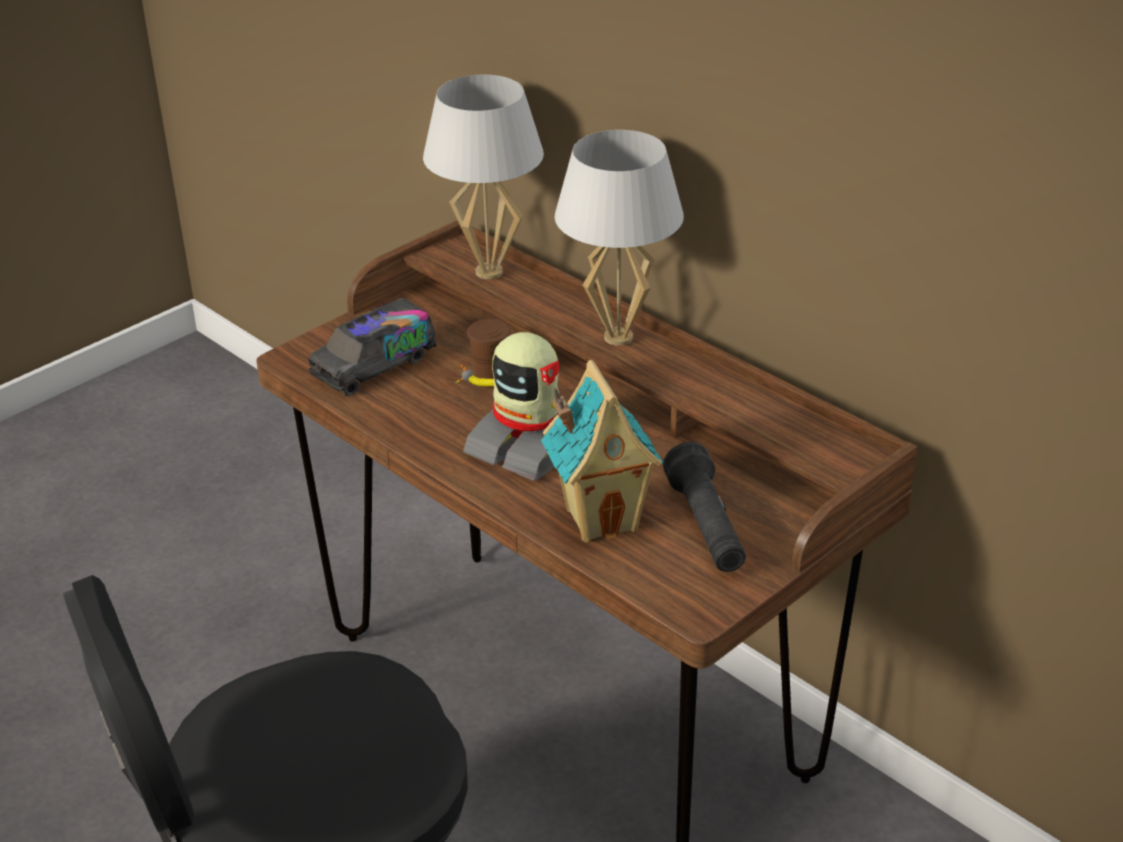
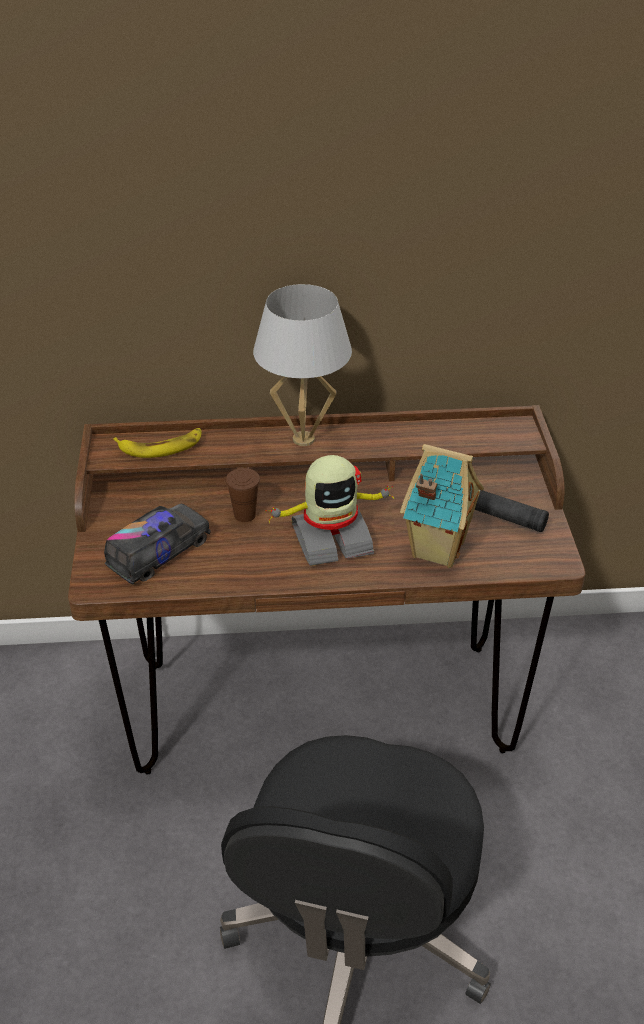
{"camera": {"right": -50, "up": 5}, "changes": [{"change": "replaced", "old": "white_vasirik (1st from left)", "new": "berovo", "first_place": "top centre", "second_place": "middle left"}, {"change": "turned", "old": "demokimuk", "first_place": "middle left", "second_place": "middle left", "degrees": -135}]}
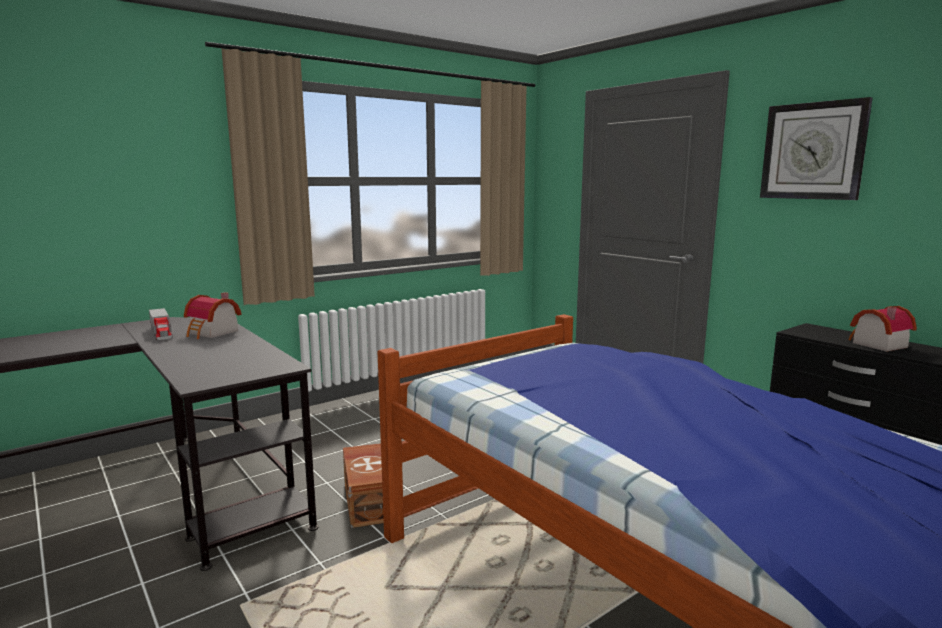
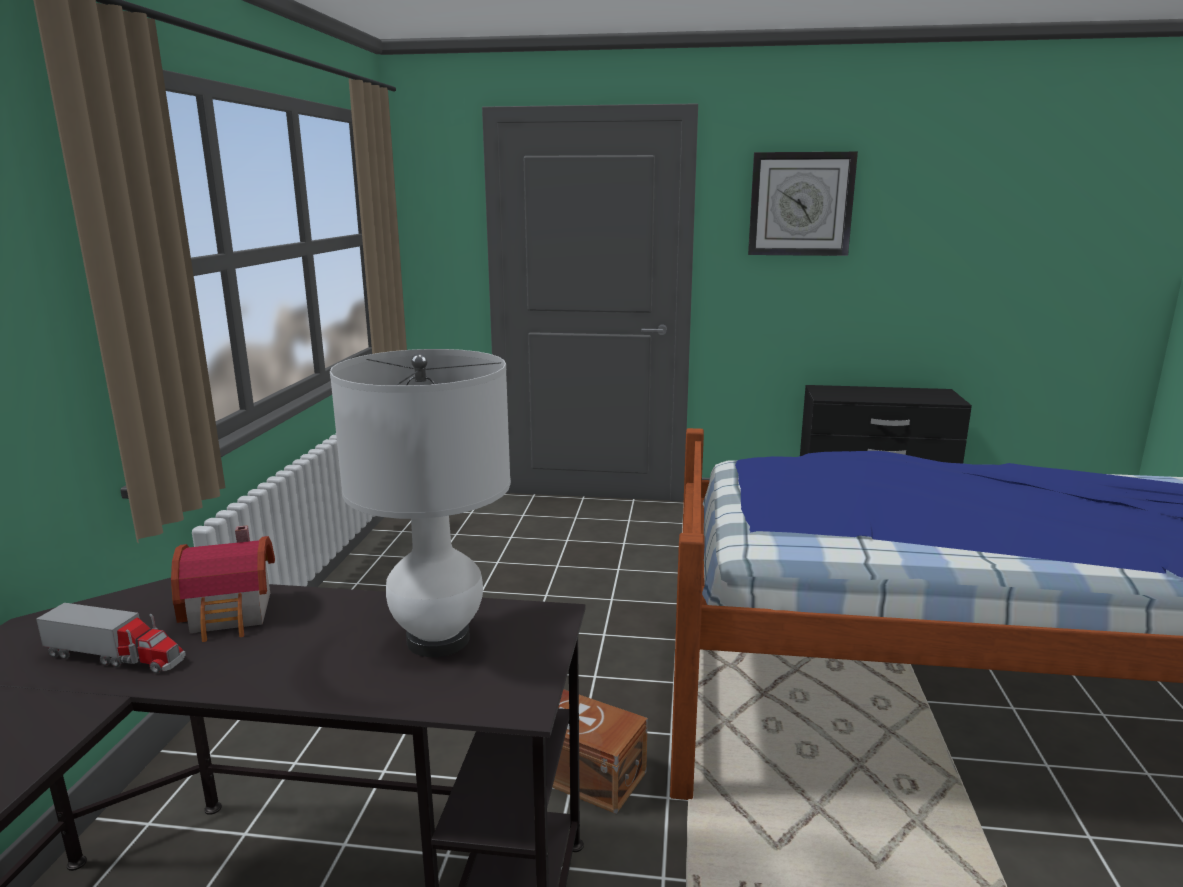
{"camera": {"right": -45, "up": 5}, "changes": [{"change": "removed", "old": "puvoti (2nd from left)", "first_place": "middle right"}, {"change": "added", "new": "white_vasirik", "second_place": "centre"}]}
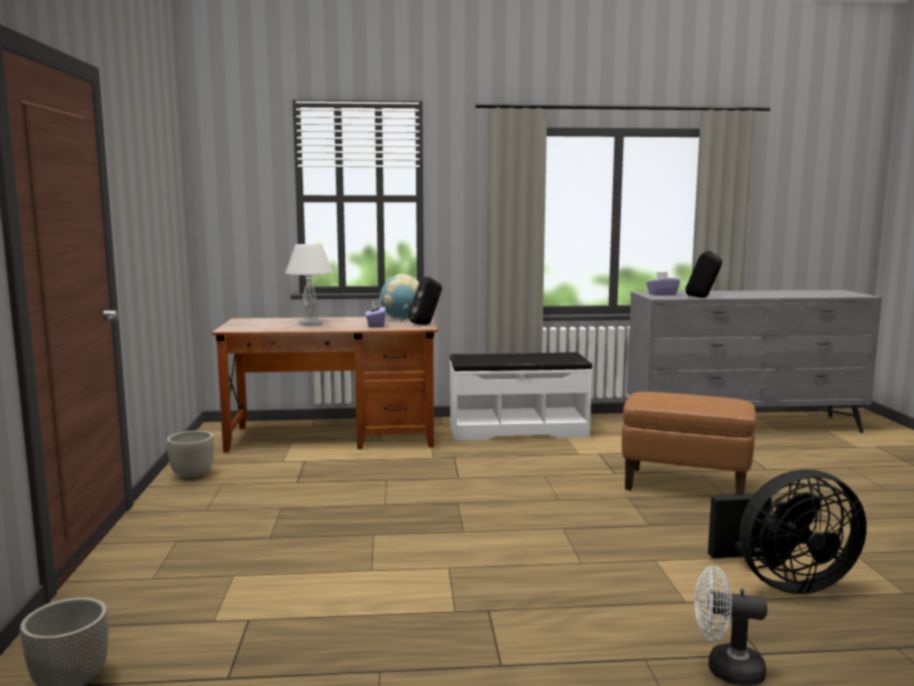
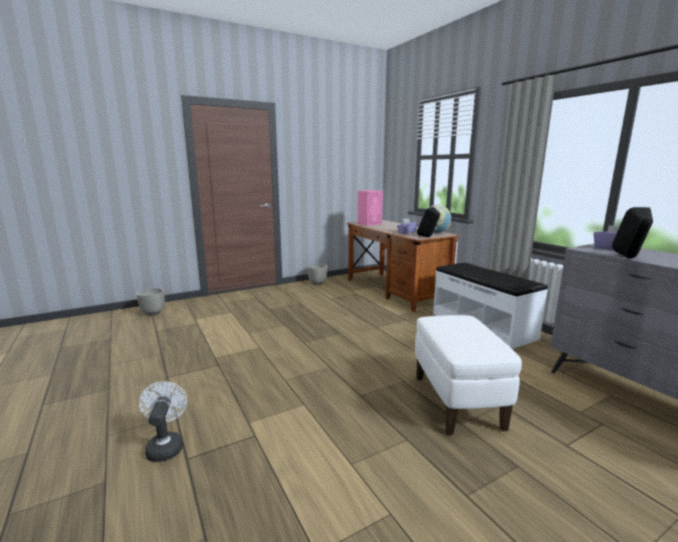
{"camera": {"right": 65, "up": 5}, "changes": [{"change": "removed", "old": "white_vasirik", "first_place": "centre"}, {"change": "removed", "old": "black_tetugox", "first_place": "bottom right"}, {"change": "added", "new": "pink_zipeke", "second_place": "centre"}, {"change": "recoloured", "old": "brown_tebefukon", "new": "white_tebefukon", "first_place": "middle right", "second_place": "bottom right"}]}
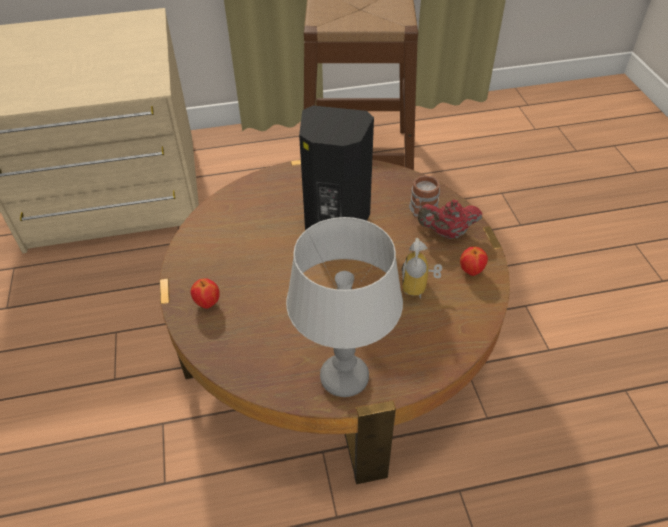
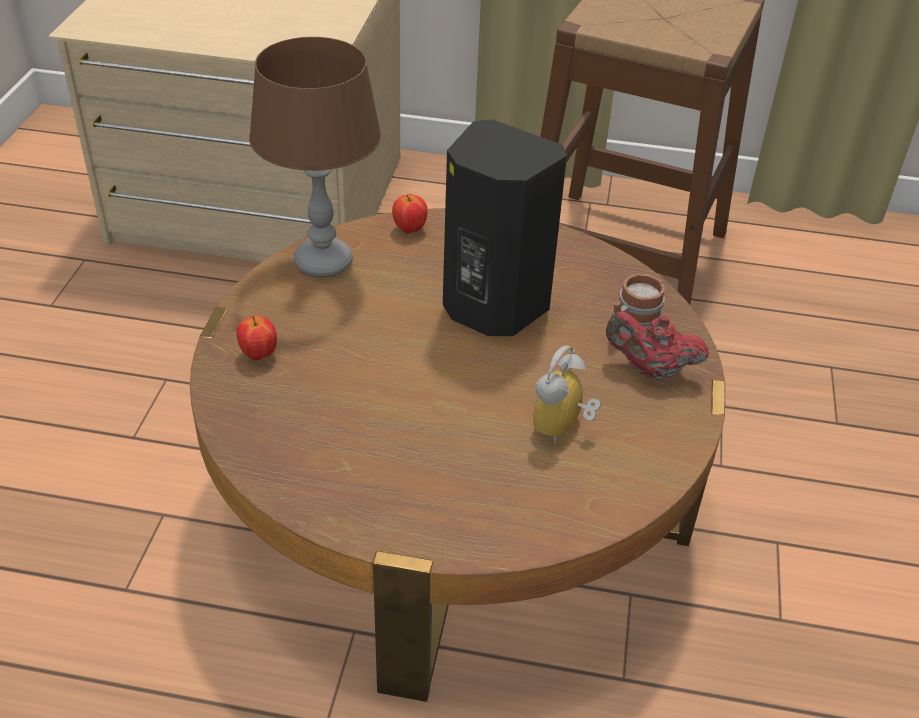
{"camera": {"right": 20, "up": -5}, "changes": [{"change": "removed", "old": "grey_vasirik", "first_place": "centre"}, {"change": "added", "new": "brown_vasirik", "second_place": "top centre"}, {"change": "moved", "old": "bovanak (2nd from left)", "first_place": "middle right", "second_place": "top centre"}]}
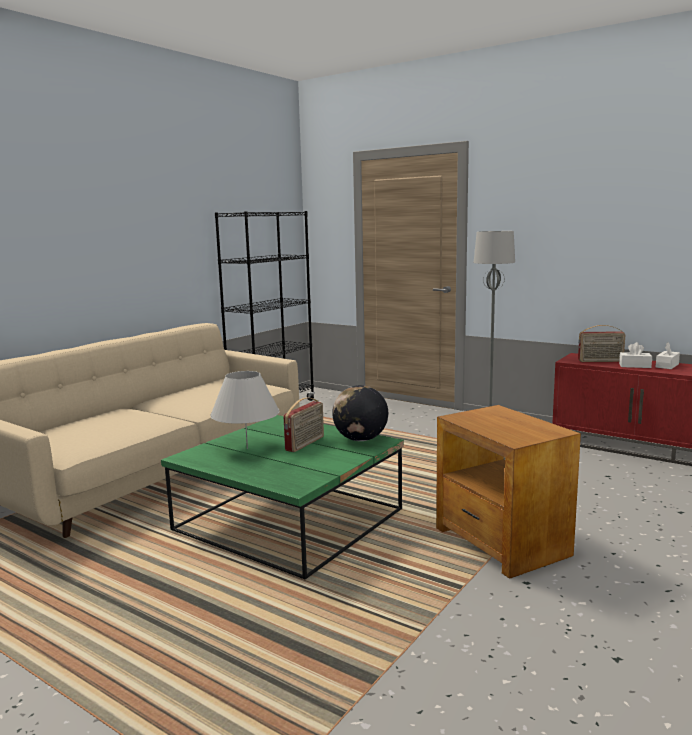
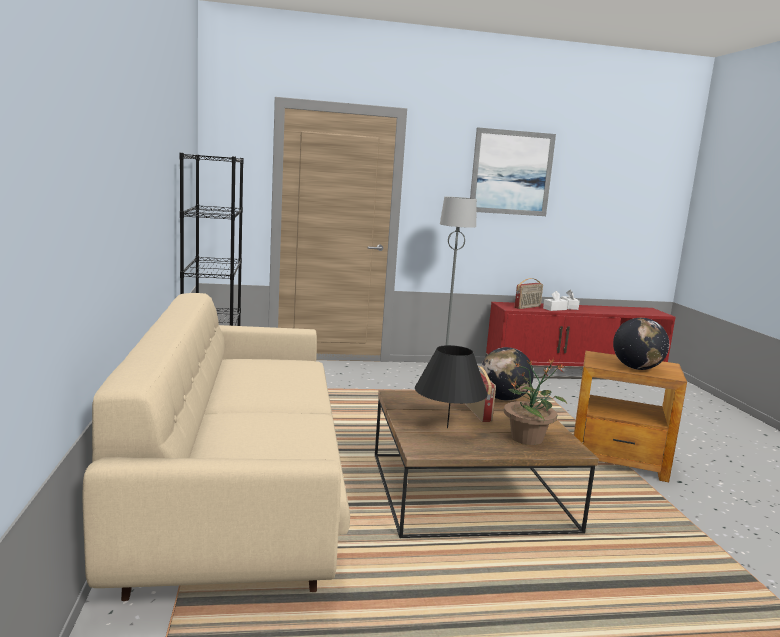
{"camera": {"right": -45, "up": 0}, "changes": [{"change": "added", "new": "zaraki", "second_place": "top centre"}, {"change": "added", "new": "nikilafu", "second_place": "middle right"}, {"change": "added", "new": "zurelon (2nd from left)", "second_place": "middle right"}, {"change": "recoloured", "old": "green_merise", "new": "brown_merise", "first_place": "bottom centre", "second_place": "bottom centre"}, {"change": "recoloured", "old": "white_vasirik", "new": "black_vasirik", "first_place": "centre", "second_place": "centre"}]}
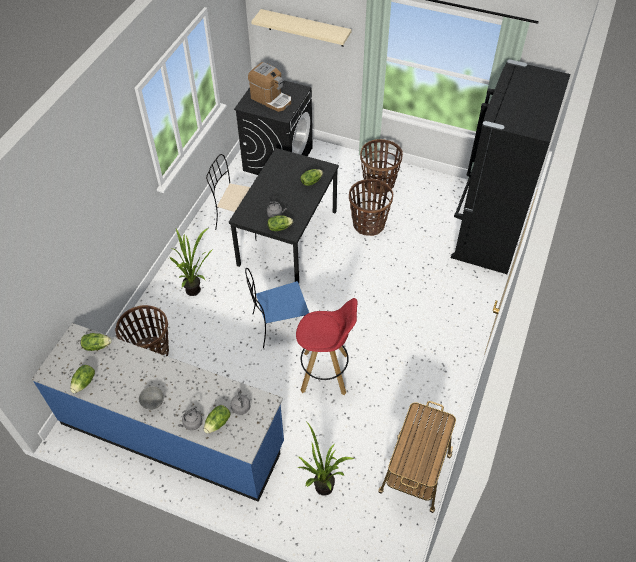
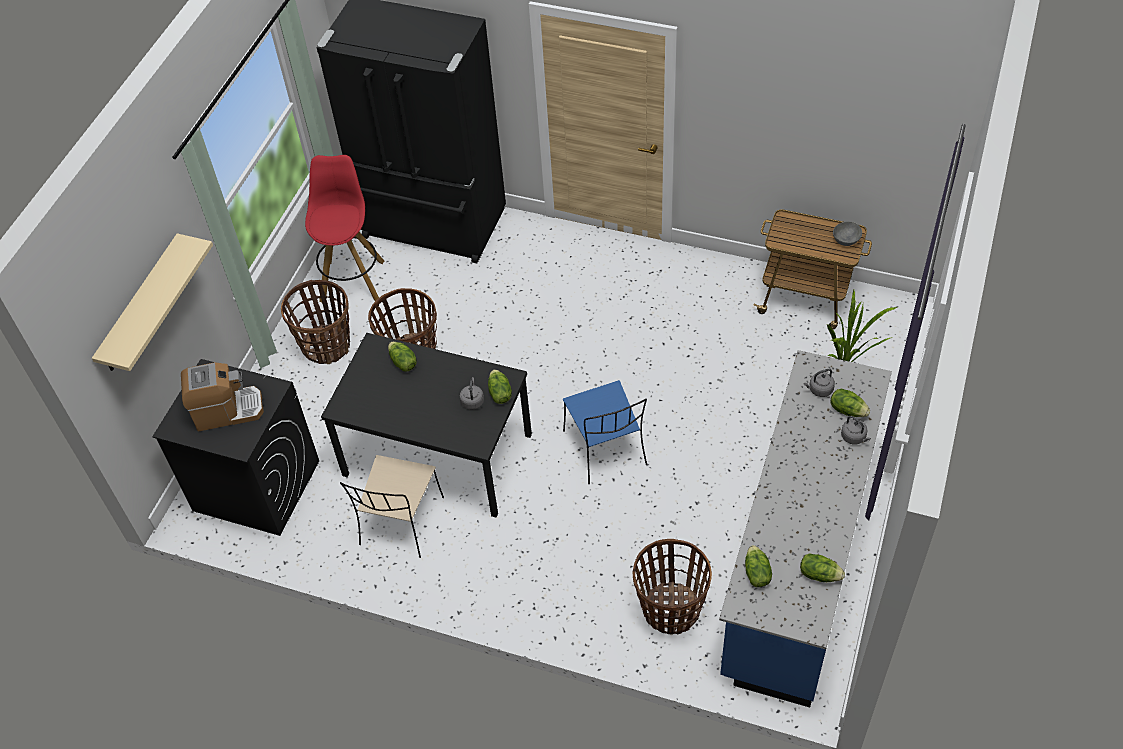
{"camera": {"right": -90, "up": 0}, "changes": [{"change": "removed", "old": "nikilafu (1st from left)", "first_place": "middle left"}, {"change": "moved", "old": "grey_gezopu", "first_place": "bottom left", "second_place": "top right"}, {"change": "moved", "old": "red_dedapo", "first_place": "centre", "second_place": "top left"}, {"change": "turned", "old": "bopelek", "first_place": "top centre", "second_place": "middle left", "degrees": 45}]}
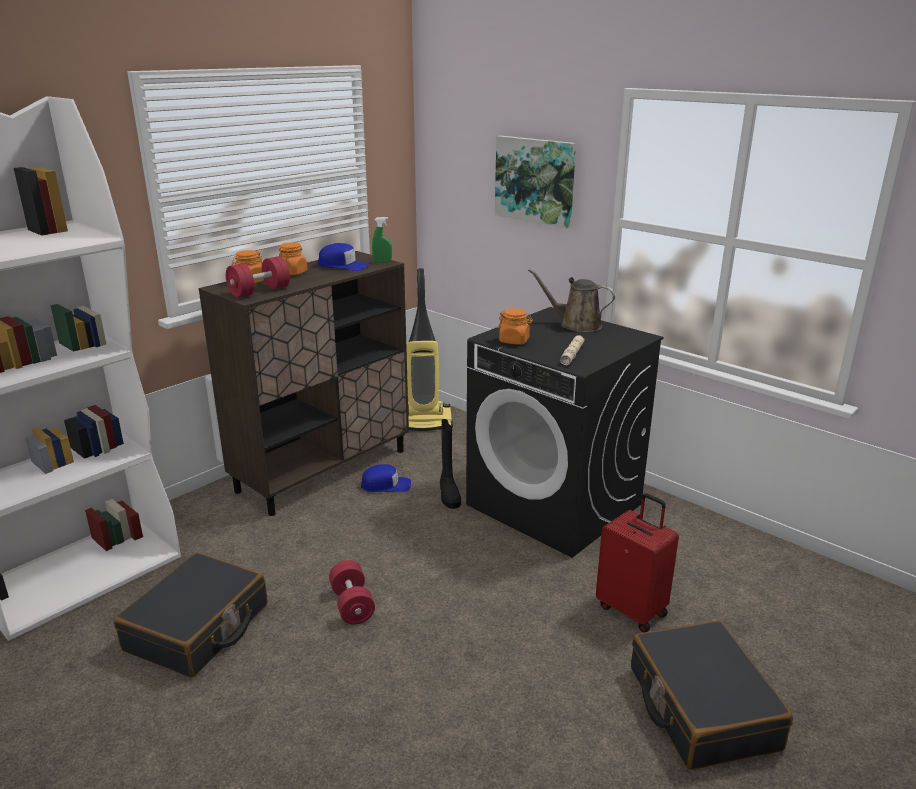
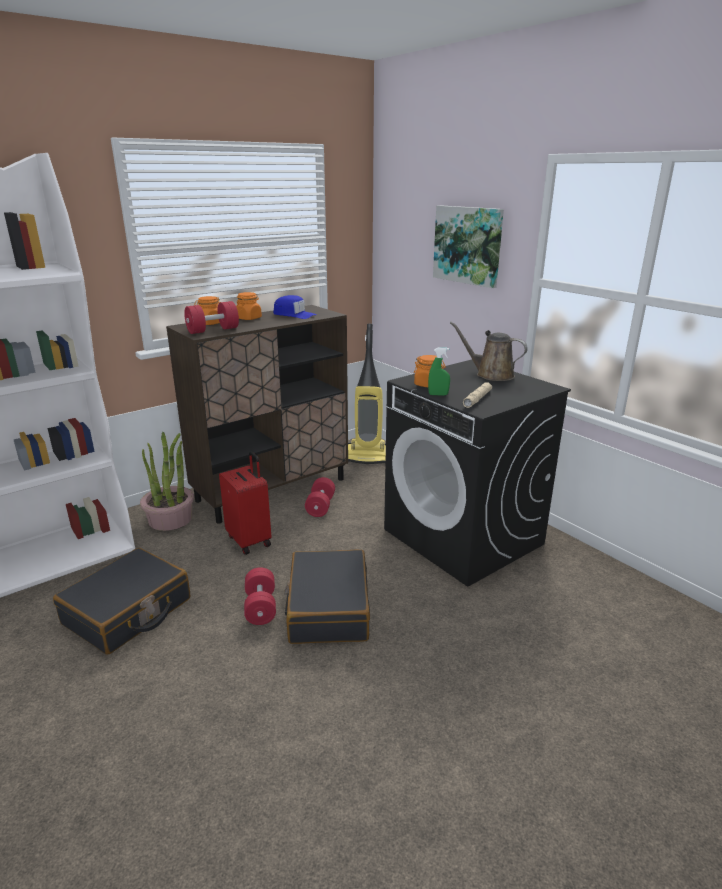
{"camera": {"right": 10, "up": 0}, "changes": [{"change": "removed", "old": "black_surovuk", "first_place": "centre"}, {"change": "added", "new": "nikilafu", "second_place": "middle left"}, {"change": "moved", "old": "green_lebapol", "first_place": "top centre", "second_place": "centre"}, {"change": "moved", "old": "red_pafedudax", "first_place": "bottom right", "second_place": "centre"}, {"change": "moved", "old": "black_pafedudax (2nd from left)", "first_place": "bottom right", "second_place": "bottom centre"}, {"change": "replaced", "old": "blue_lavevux (2nd from left)", "new": "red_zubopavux (3rd from left)", "first_place": "centre", "second_place": "centre"}]}
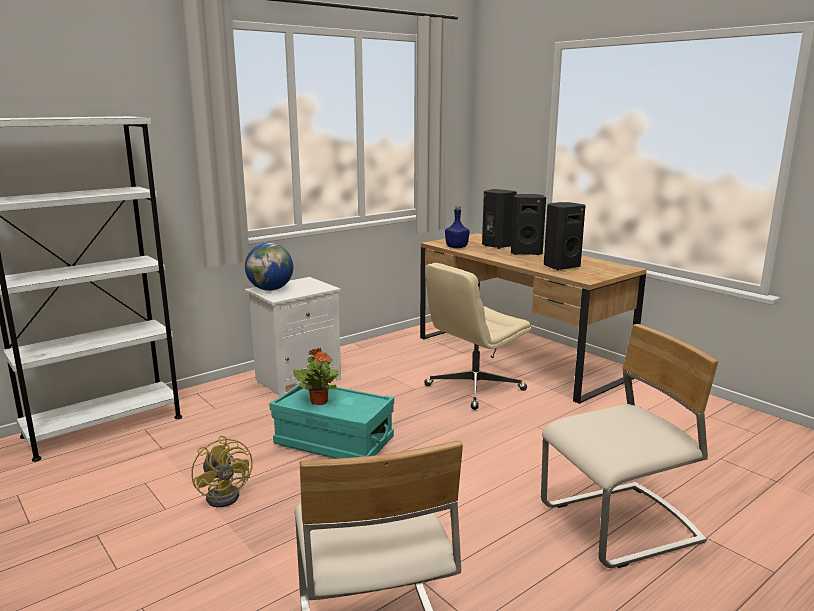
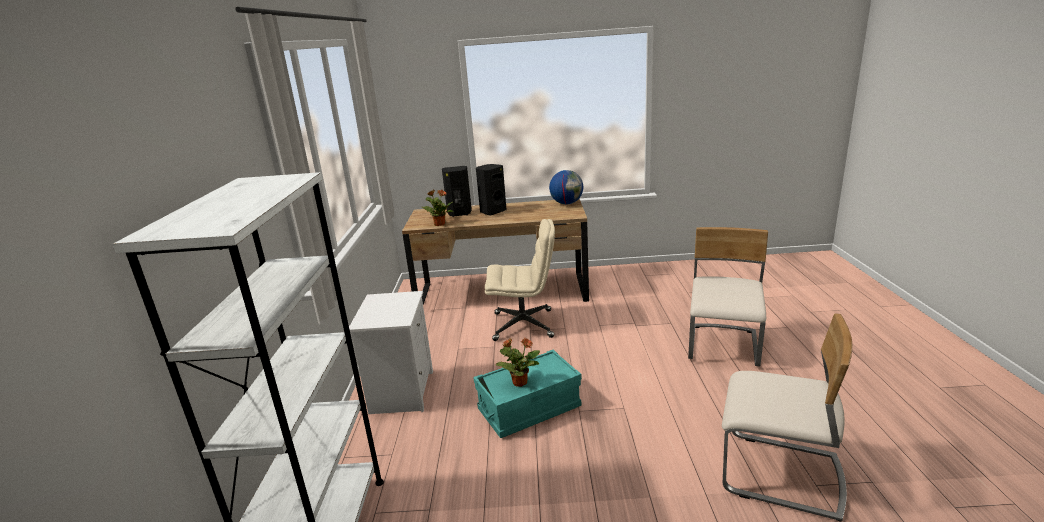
{"camera": {"right": -50, "up": 5}, "changes": [{"change": "removed", "old": "yellow_tetugox", "first_place": "bottom left"}, {"change": "removed", "old": "black_zipeke (3rd from left)", "first_place": "middle right"}, {"change": "moved", "old": "zurelon", "first_place": "middle left", "second_place": "centre"}, {"change": "replaced", "old": "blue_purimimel", "new": "nikilafu (1st from left)", "first_place": "centre", "second_place": "centre"}, {"change": "turned", "old": "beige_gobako", "first_place": "centre", "second_place": "centre", "degrees": -90}]}
